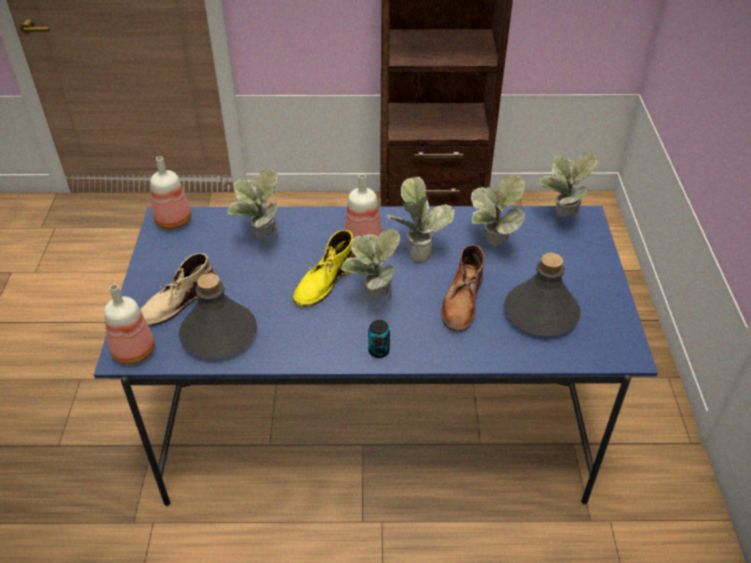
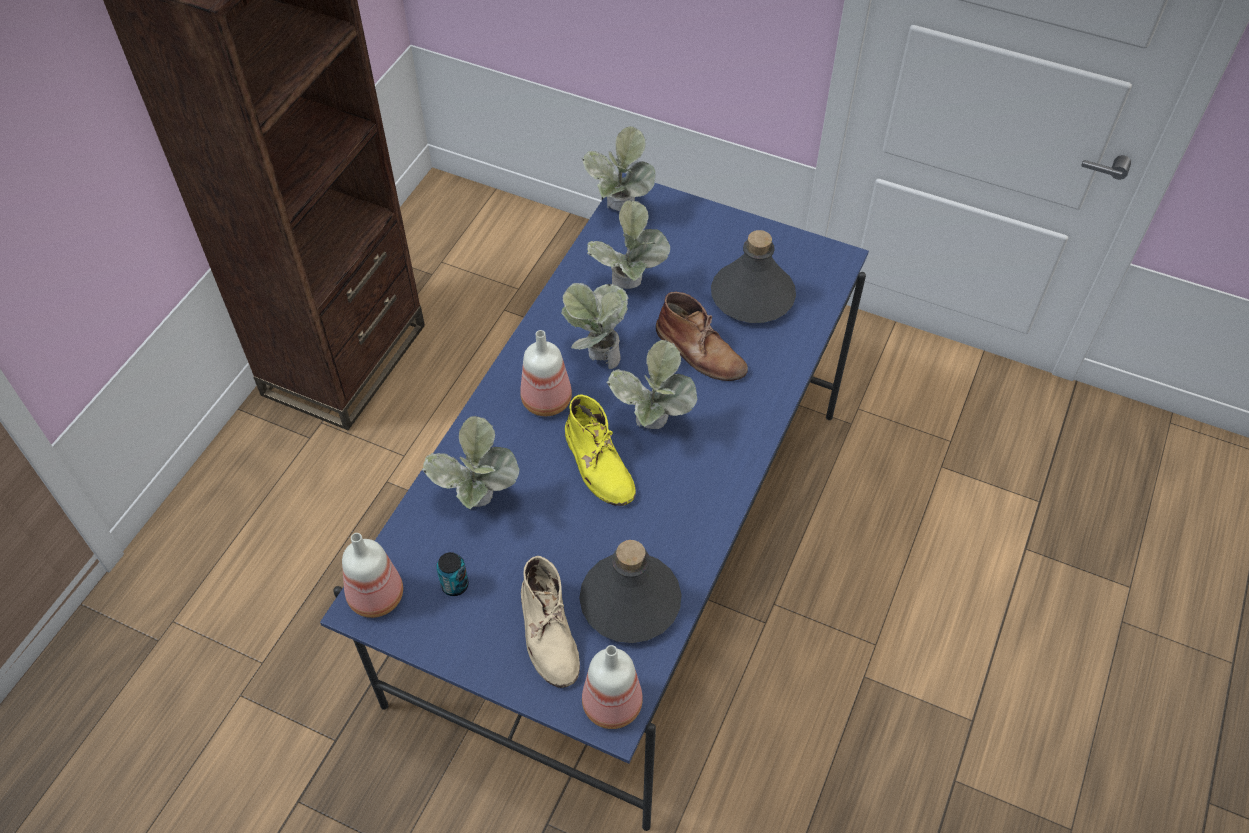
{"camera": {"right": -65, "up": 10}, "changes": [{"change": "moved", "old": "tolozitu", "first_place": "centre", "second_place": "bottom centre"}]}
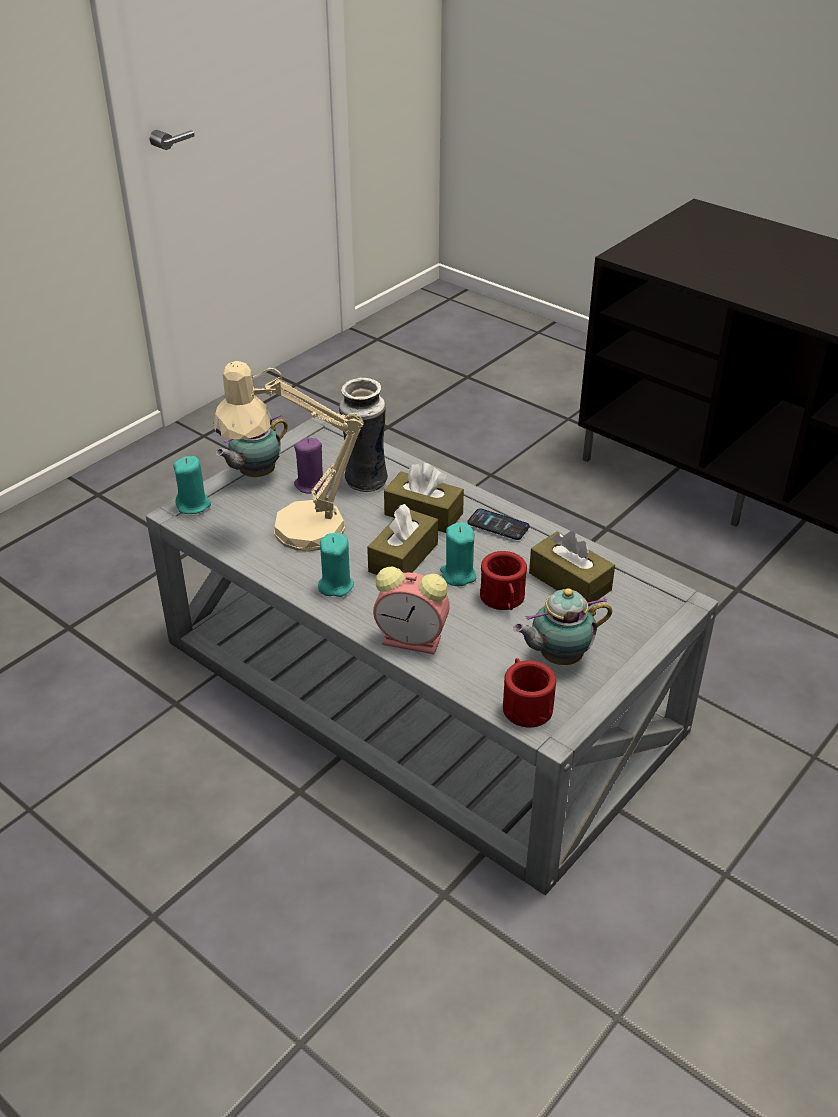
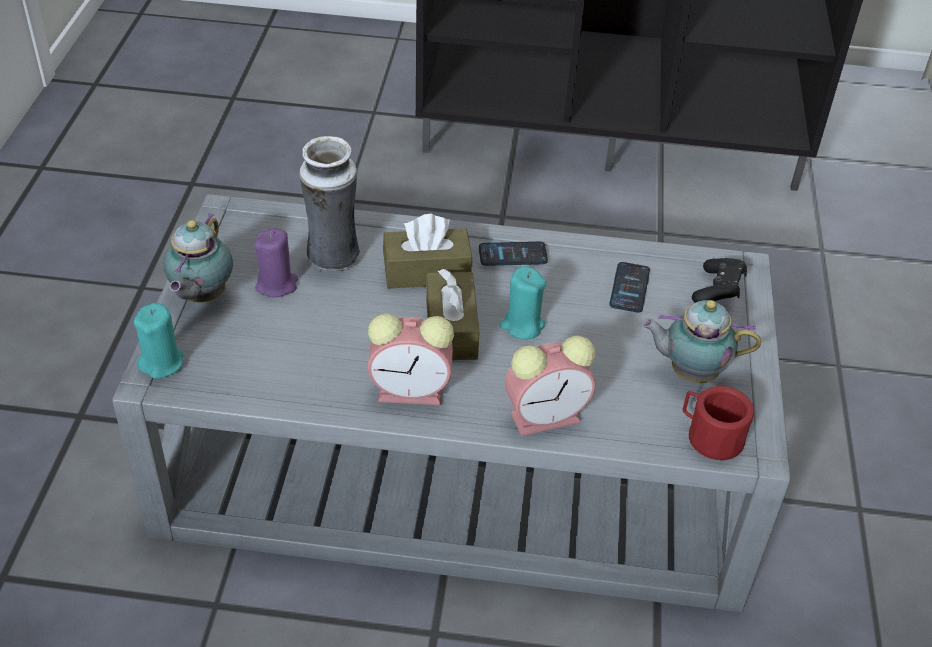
{"camera": {"right": -35, "up": 5}, "changes": [{"change": "removed", "old": "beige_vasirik", "first_place": "centre"}, {"change": "removed", "old": "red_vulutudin (1st from left)", "first_place": "centre"}, {"change": "added", "new": "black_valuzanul", "second_place": "middle right"}, {"change": "replaced", "old": "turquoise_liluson (2nd from left)", "new": "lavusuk (1st from left)", "first_place": "centre", "second_place": "centre"}, {"change": "replaced", "old": "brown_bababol (3rd from left)", "new": "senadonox (2nd from left)", "first_place": "middle right", "second_place": "middle right"}, {"change": "turned", "old": "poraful (2nd from left)", "first_place": "middle right", "second_place": "middle right", "degrees": 60}]}
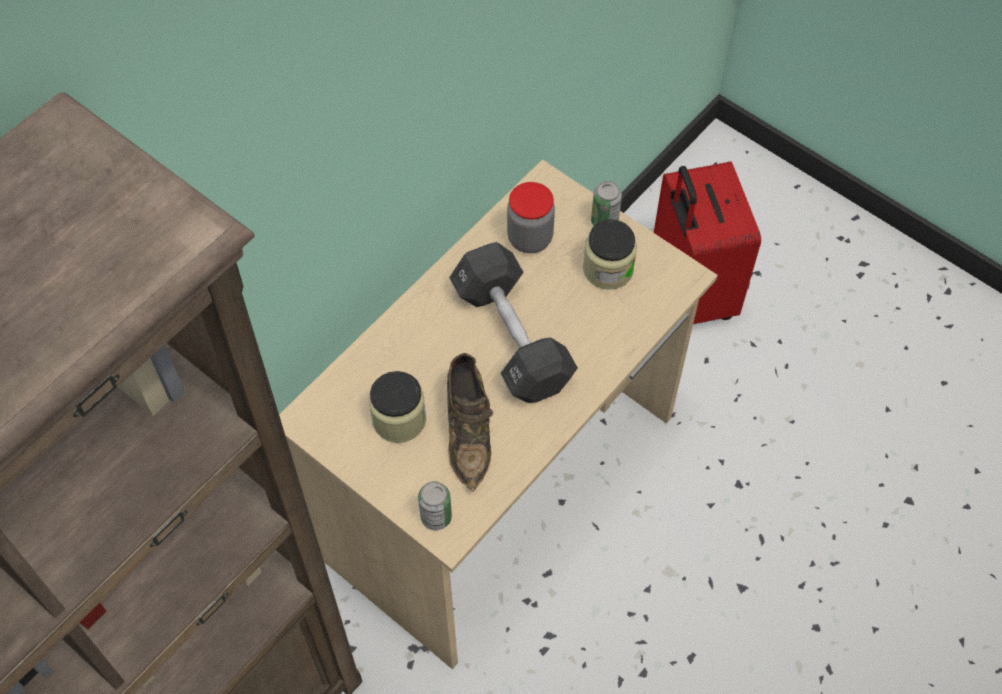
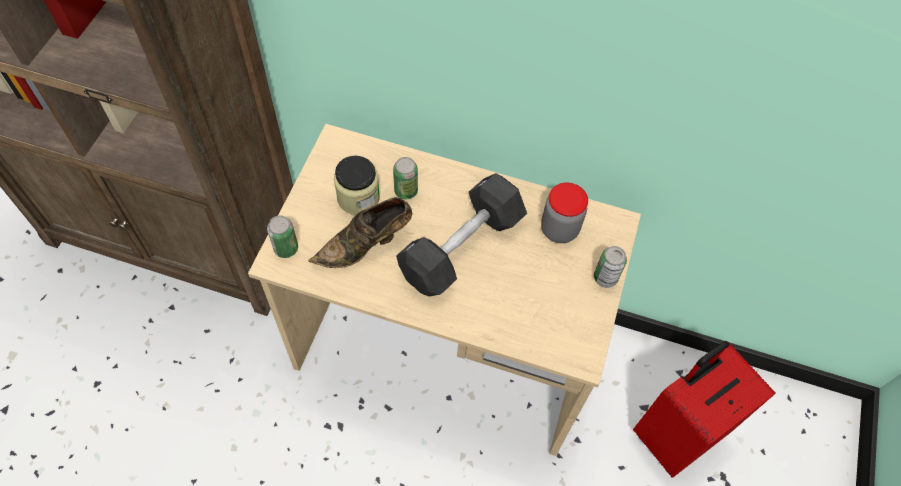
{"camera": {"right": 65, "up": 0}, "changes": [{"change": "removed", "old": "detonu (3rd from left)", "first_place": "centre"}, {"change": "added", "new": "tolozitu (2nd from left)", "second_place": "centre"}]}
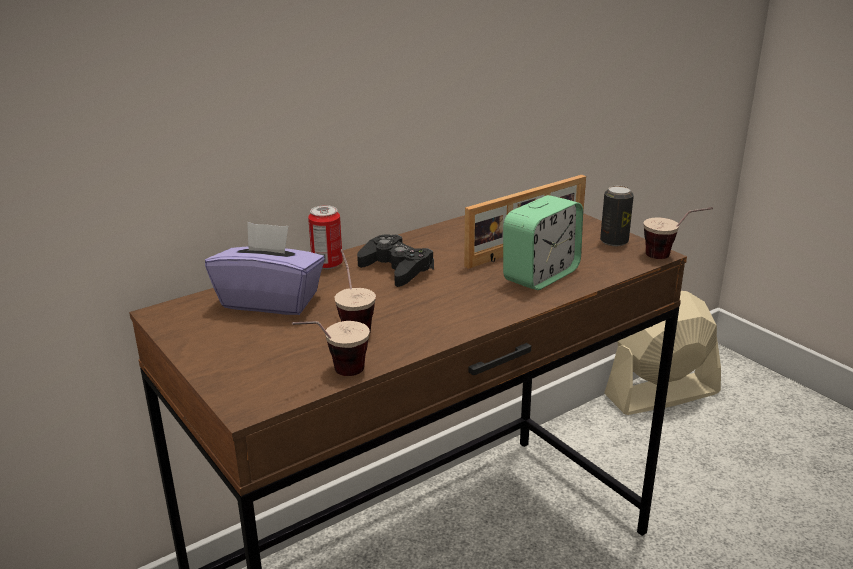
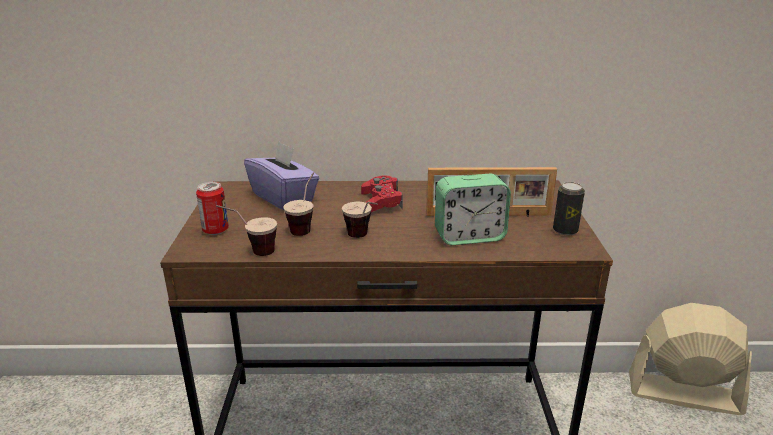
{"camera": {"right": 35, "up": 0}, "changes": [{"change": "moved", "old": "tolozitu (1st from left)", "first_place": "centre", "second_place": "middle left"}, {"change": "moved", "old": "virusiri (3rd from left)", "first_place": "middle right", "second_place": "centre"}, {"change": "recoloured", "old": "black_valuzanul", "new": "red_valuzanul", "first_place": "centre", "second_place": "centre"}]}
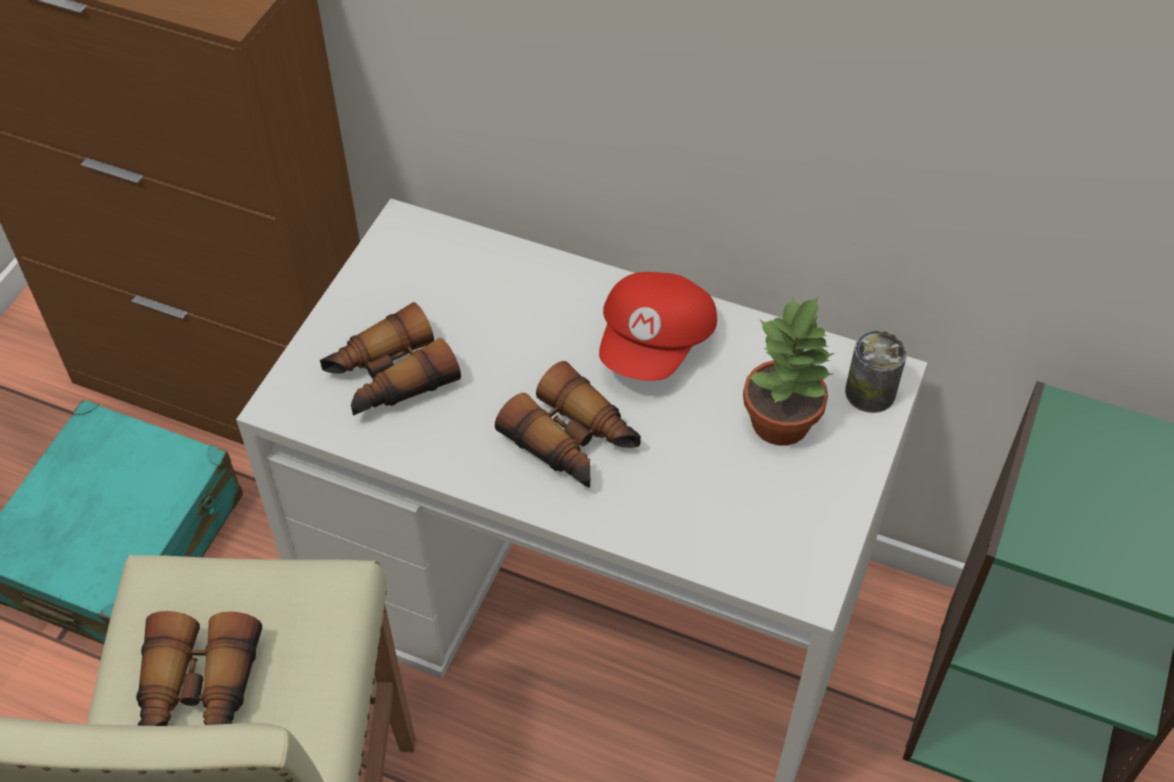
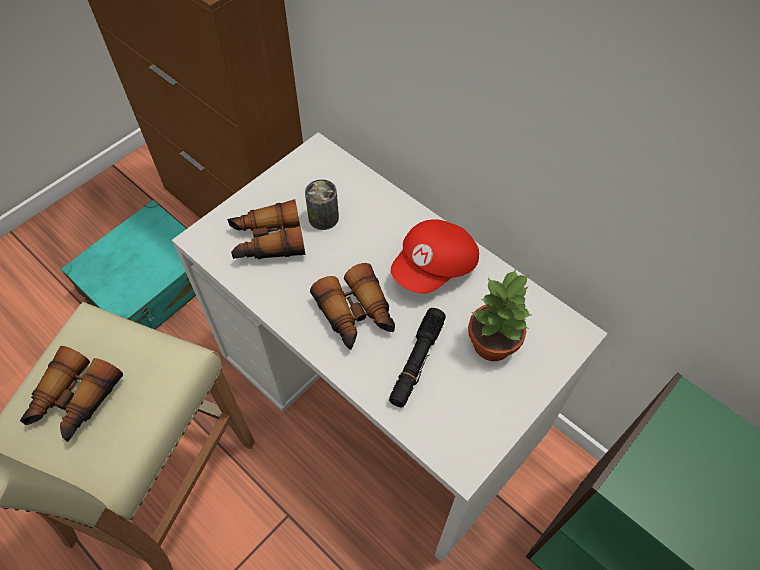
{"camera": {"right": 20, "up": 5}, "changes": [{"change": "added", "new": "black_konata", "second_place": "centre"}, {"change": "moved", "old": "tolozitu", "first_place": "middle right", "second_place": "centre"}]}
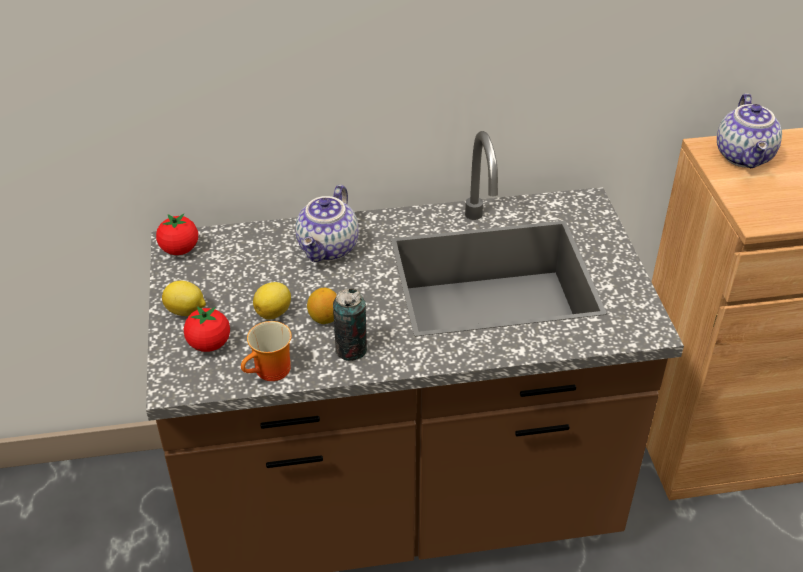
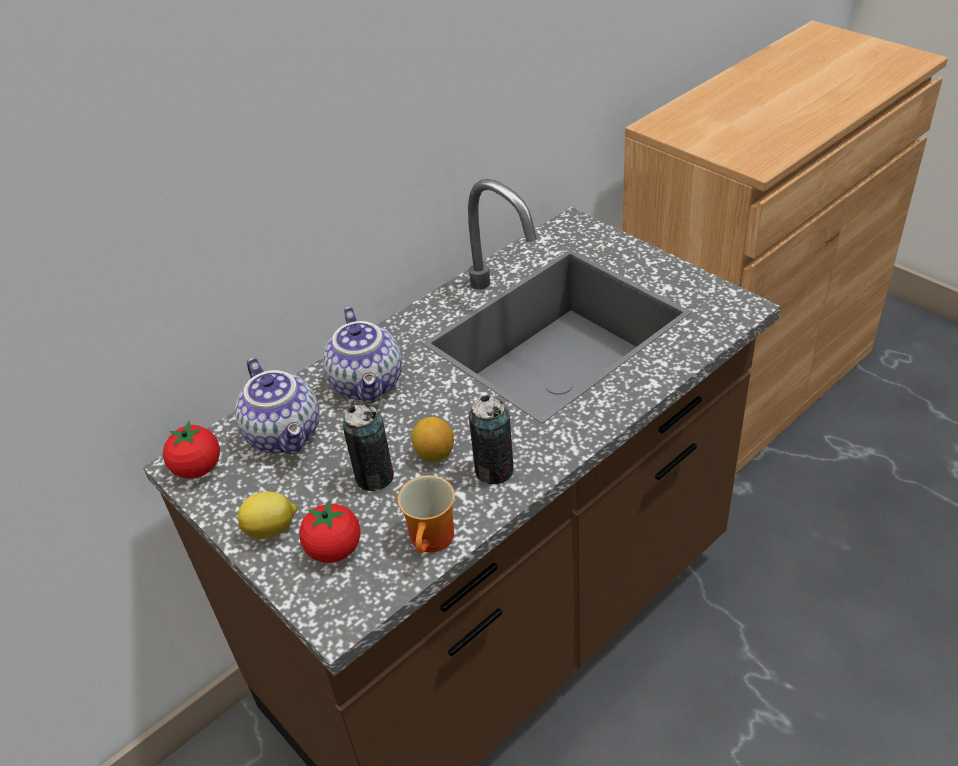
{"camera": {"right": -30, "up": 0}, "changes": [{"change": "moved", "old": "poraful (2nd from left in the first image)", "new": "poraful (1st from left)", "first_place": "top right", "second_place": "middle left"}, {"change": "replaced", "old": "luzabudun (2nd from left)", "new": "tolozitu (1st from left)", "first_place": "centre", "second_place": "centre"}]}
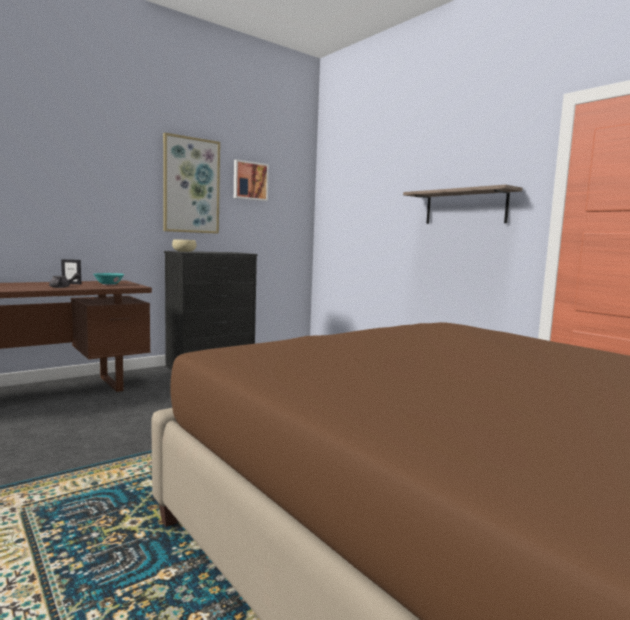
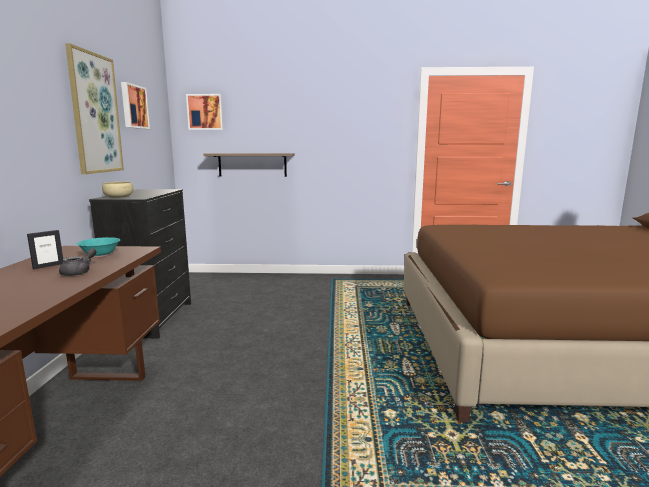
{"camera": {"right": -50, "up": 5}, "changes": [{"change": "added", "new": "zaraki (3rd from left)", "second_place": "top left"}, {"change": "moved", "old": "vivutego", "first_place": "top right", "second_place": "centre"}]}
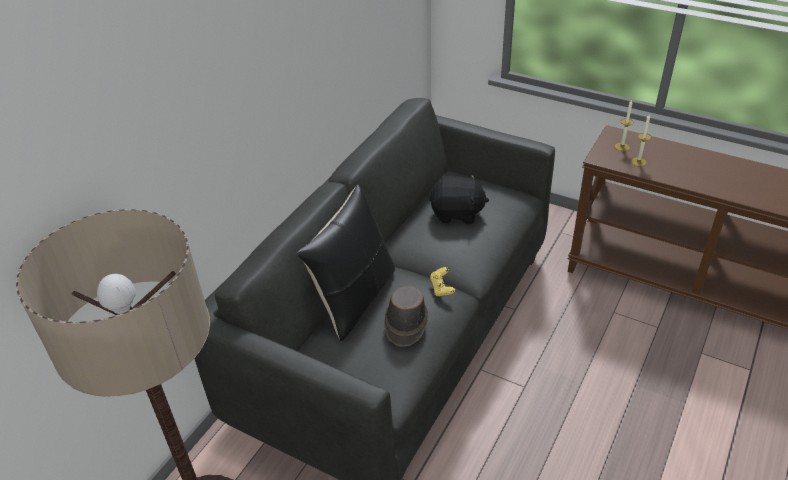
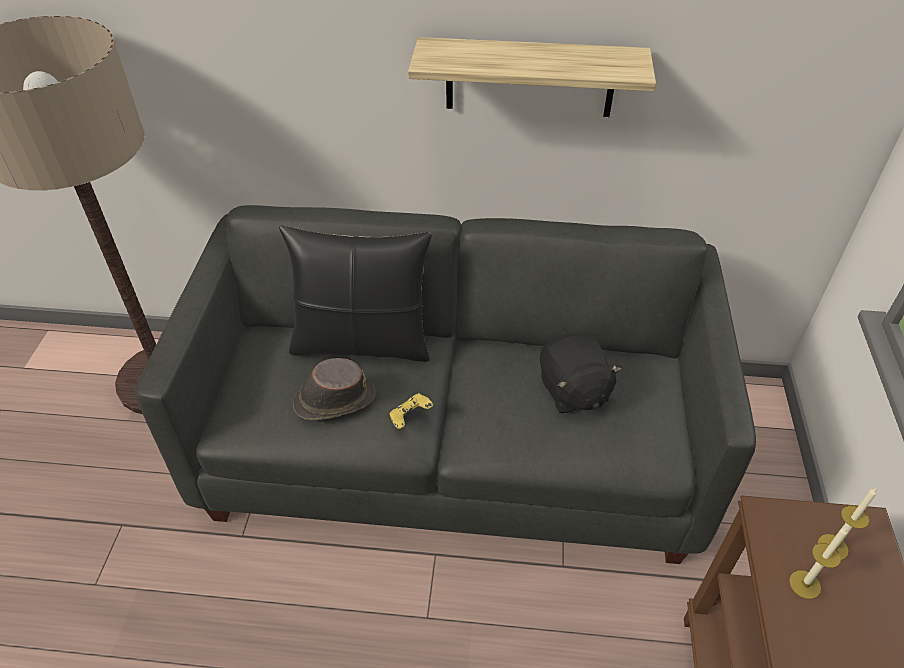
{"camera": {"right": 65, "up": 5}, "changes": [{"change": "added", "new": "vivutego", "second_place": "top centre"}]}
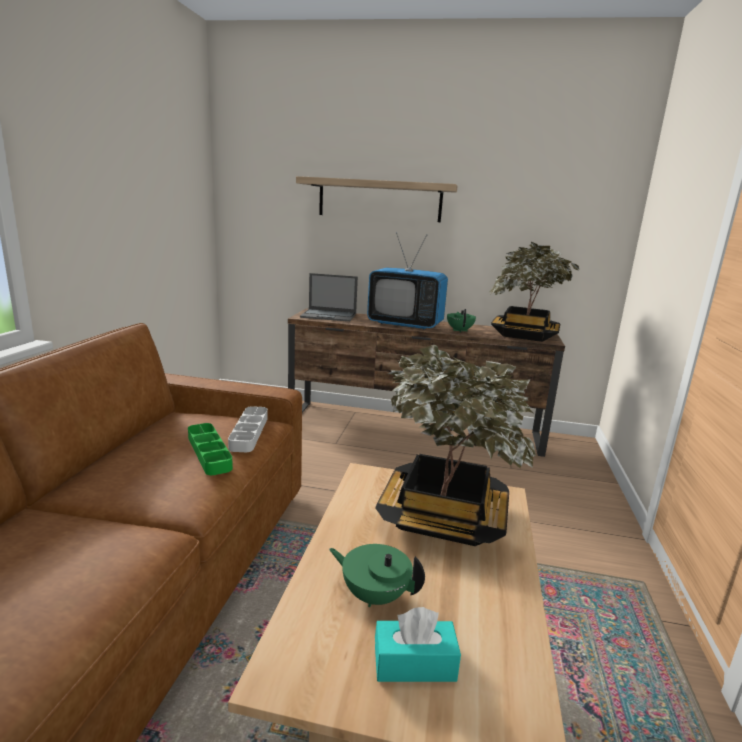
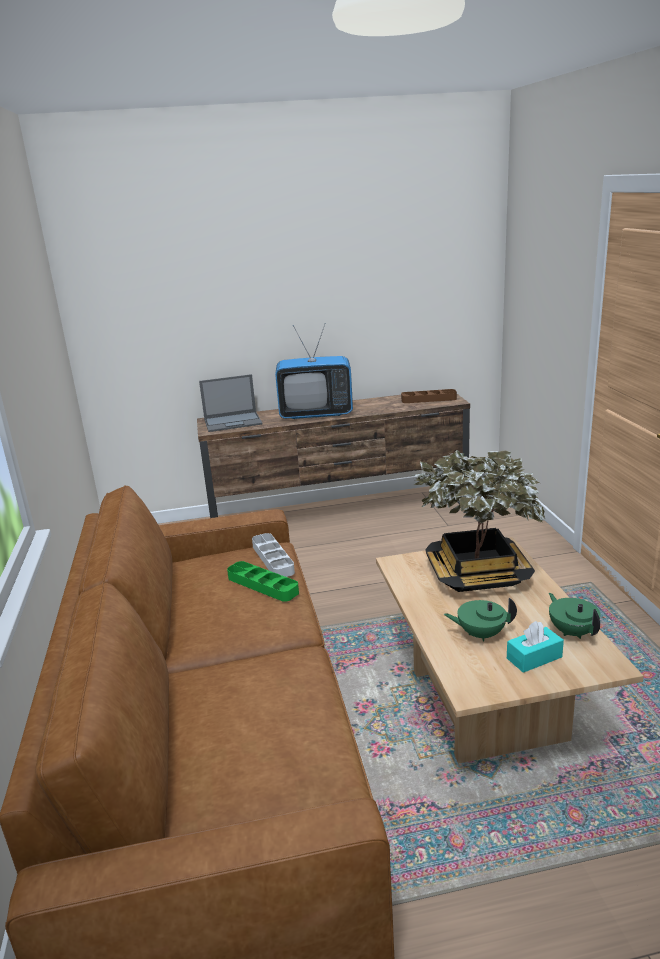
{"camera": {"right": -20, "up": 5}, "changes": [{"change": "removed", "old": "vivutego", "first_place": "top centre"}, {"change": "moved", "old": "green_poraful (2nd from left)", "first_place": "centre", "second_place": "middle right"}, {"change": "replaced", "old": "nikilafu (2nd from left)", "new": "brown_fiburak", "first_place": "middle right", "second_place": "centre"}]}
